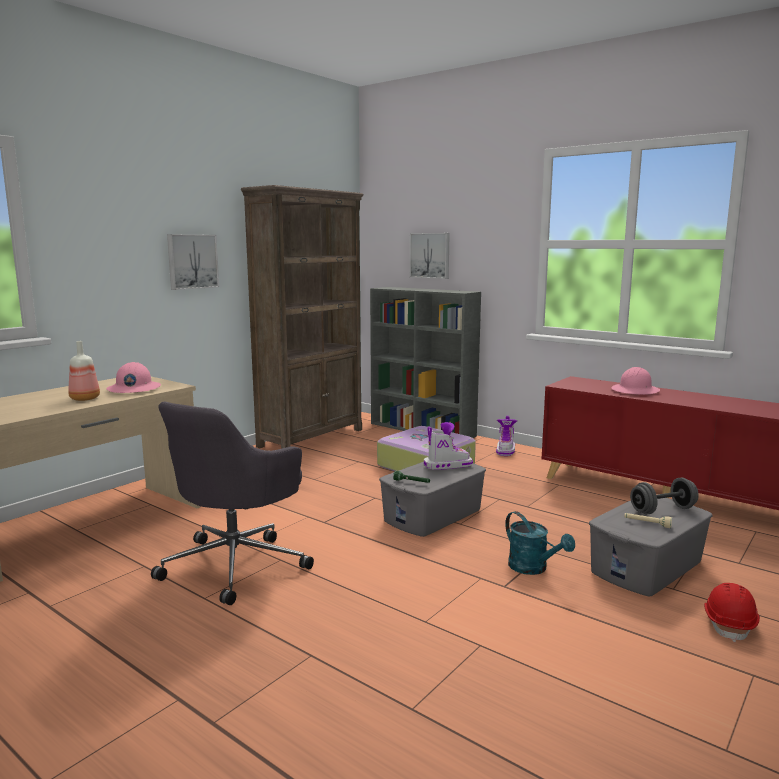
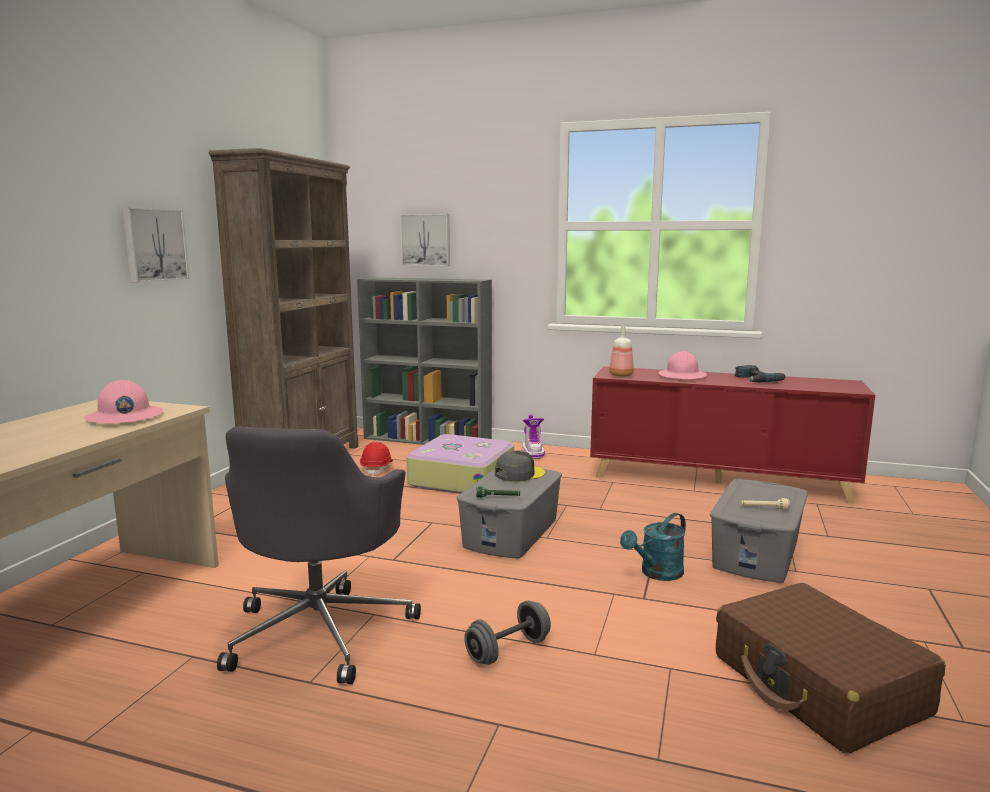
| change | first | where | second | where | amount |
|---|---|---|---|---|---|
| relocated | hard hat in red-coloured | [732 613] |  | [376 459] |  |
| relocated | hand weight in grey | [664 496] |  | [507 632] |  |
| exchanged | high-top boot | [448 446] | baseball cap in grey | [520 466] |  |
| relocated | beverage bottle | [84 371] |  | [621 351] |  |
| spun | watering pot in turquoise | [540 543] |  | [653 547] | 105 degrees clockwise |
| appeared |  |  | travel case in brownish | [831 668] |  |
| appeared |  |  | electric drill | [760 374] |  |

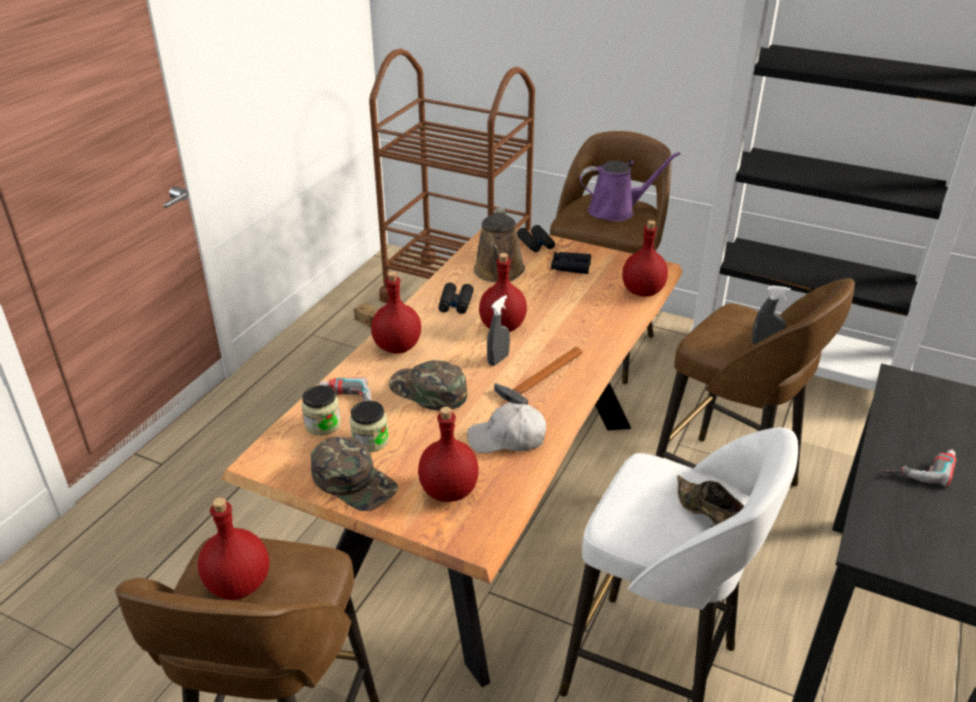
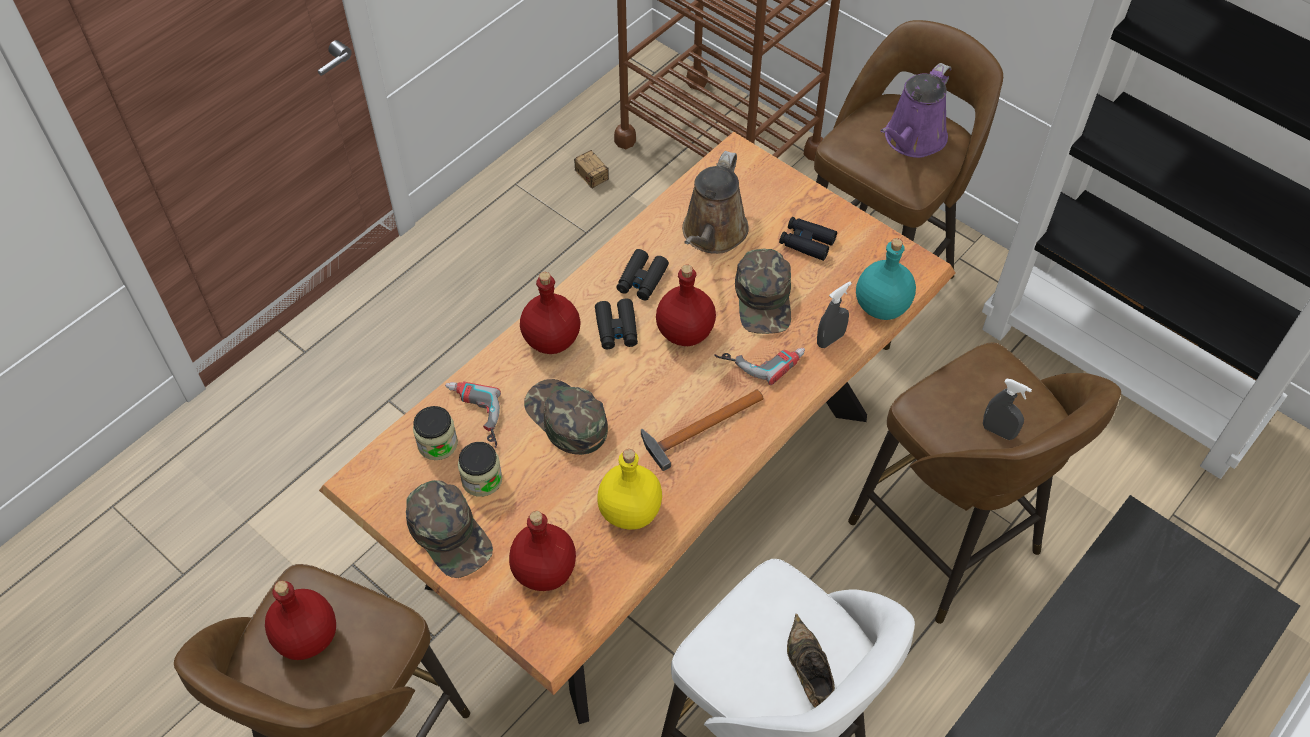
| change | first | where | second | where | amount |
|---|---|---|---|---|---|
| relocated | pair of binoculars in black-coloured | [536 238] |  | [616 324] |  |
| exchanged | baseball cap in white | [506 428] | beverage bottle in yellowish | [629 489] |  |
| relocated | electric drill | [918 468] |  | [759 366] |  |
| appeared |  |  | baseball cap in greenish | [763 291] |  |
| relocated | sprayer in grey | [498 330] |  | [834 314] |  |
| colour | beverage bottle in red-coloured | [645 258] | beverage bottle in turquoise | [886 279] |  |
| spun | watering pot in purple-coloured | [630 186] |  | [916 110] | 120 degrees clockwise |

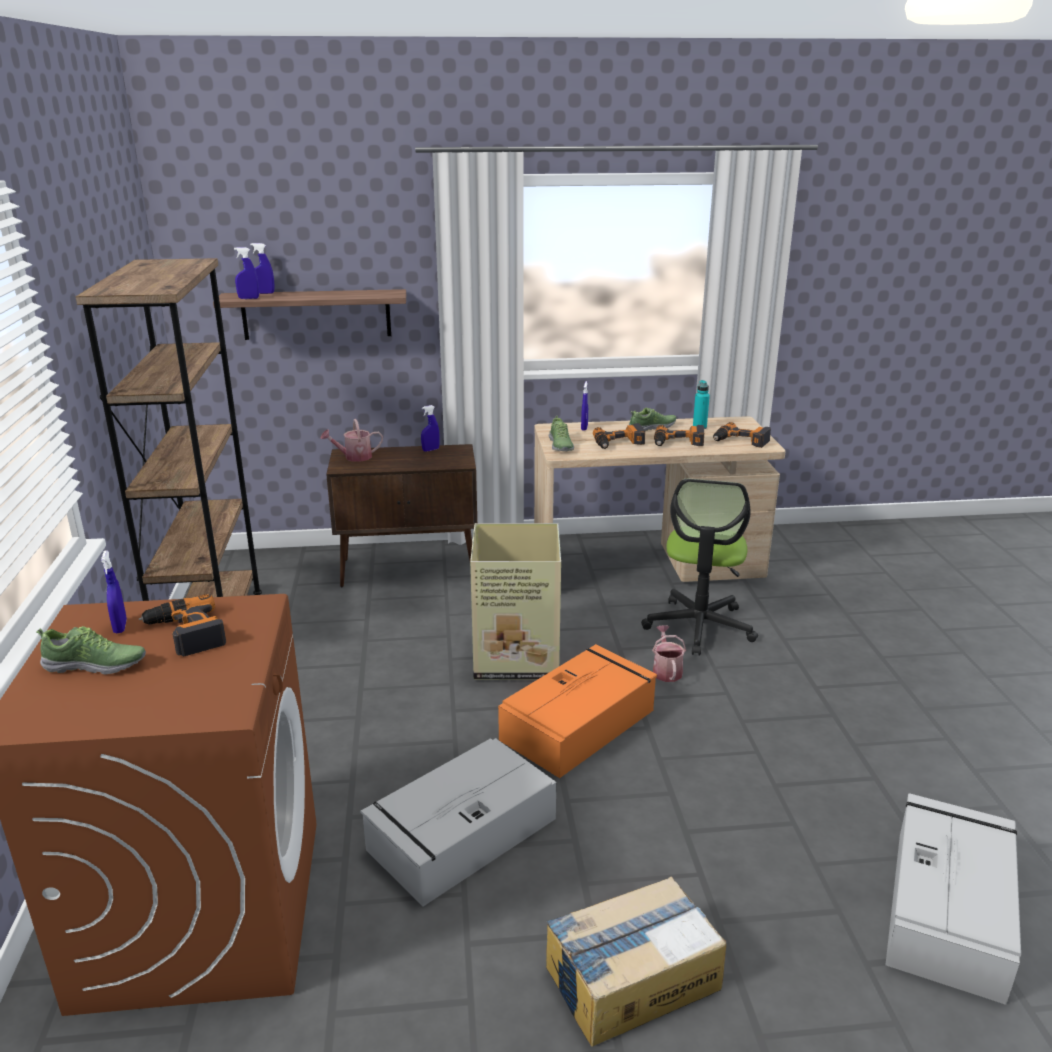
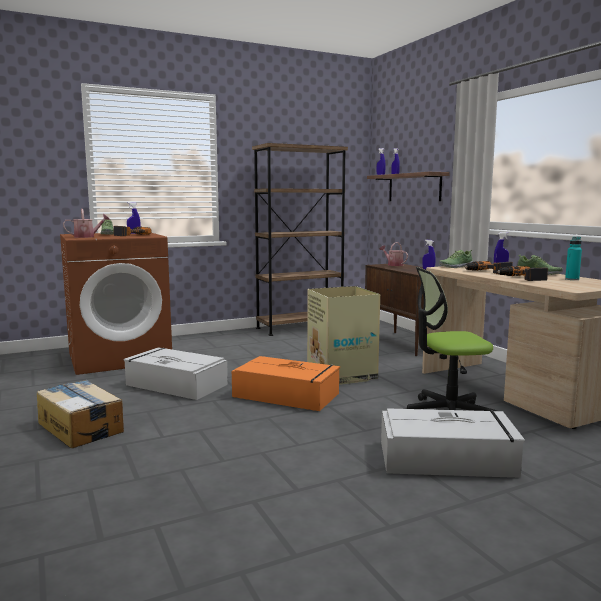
| change | first | where | second | where | amount |
|---|---|---|---|---|---|
| relocated | watering pot | [669 653] |  | [86 223] |  |
| relocated | storage bin in grey | [953 899] |  | [453 443] |  |
| missing | electric drill | [742 435] |  |  |  |

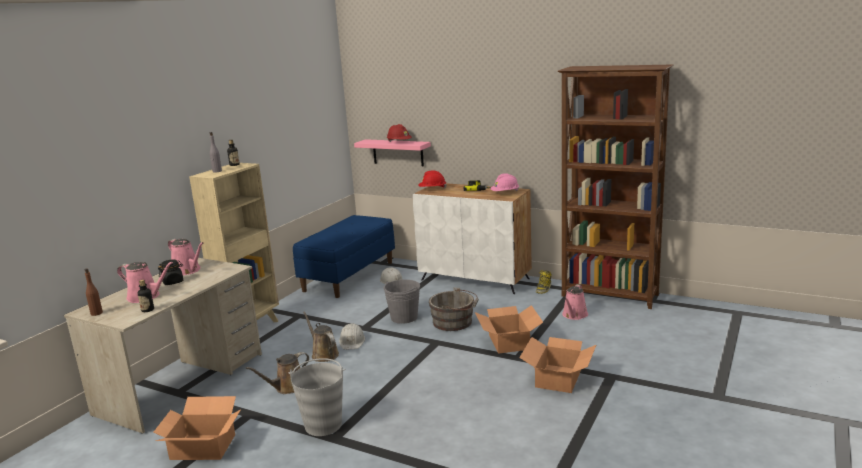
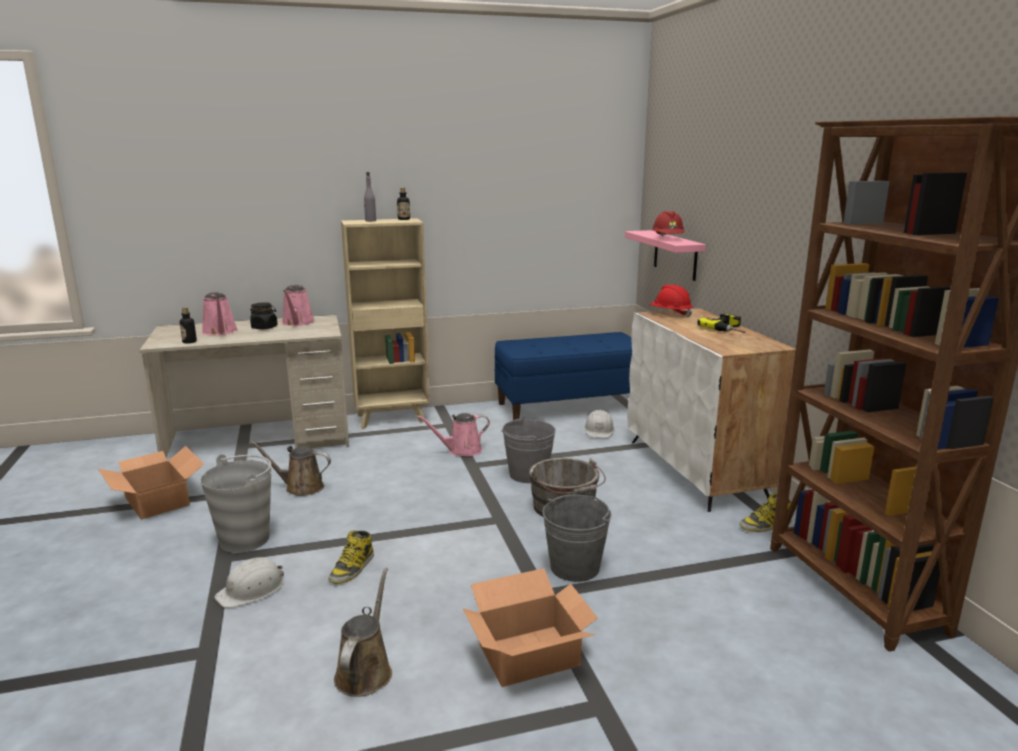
| change | first | where | second | where | amount |
|---|---|---|---|---|---|
| relocated | hard hat in white | [352 336] |  | [249 582] |  |
| appeared |  |  | high-top boot | [351 557] |  |
| relocated | watering pot in brownish | [321 336] |  | [363 632] |  |
| relocated | watering pot in pink | [575 302] |  | [453 434] |  |
| exchanged | packing box | [509 329] | water bucket in grey | [576 538] |  |
| missing | beverage bottle in brownish | [94 292] |  |  |  |
| missing | hard hat in pink | [504 182] |  |  |  |

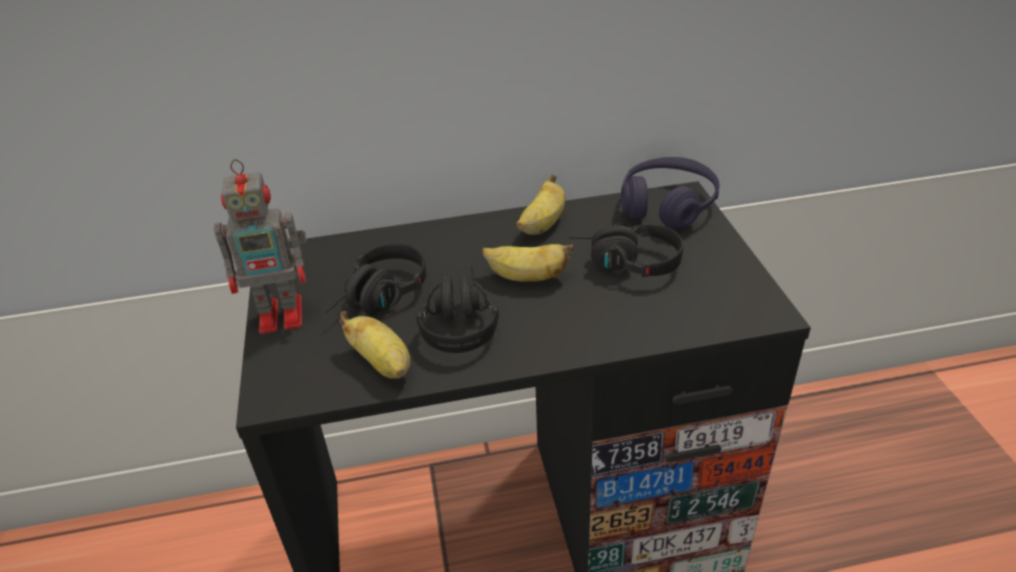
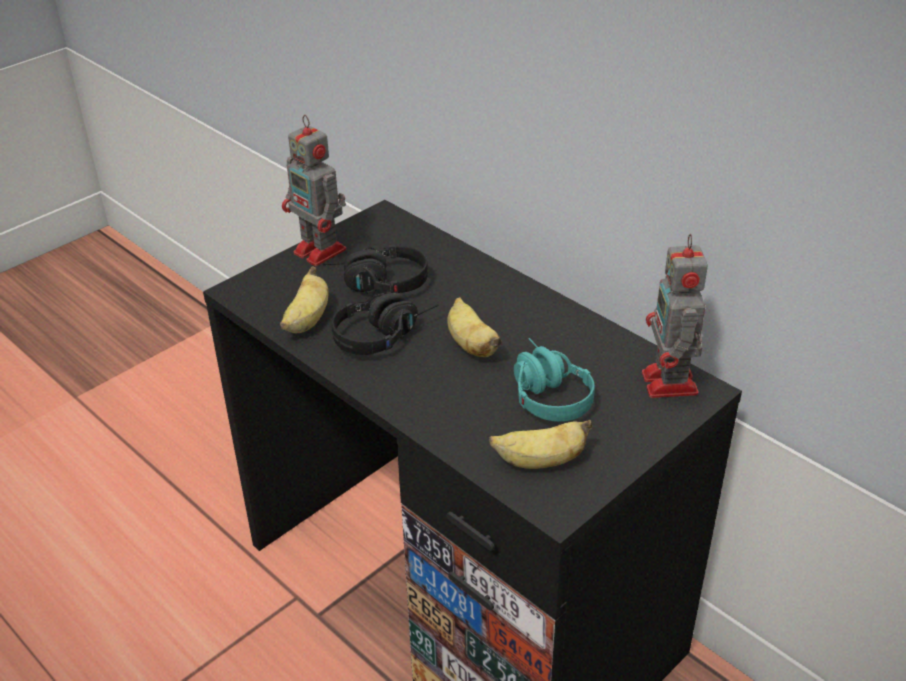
| change | first | where | second | where | amount |
|---|---|---|---|---|---|
| relocated | banana fruit | [540 204] |  | [540 444] |  |
| colour | headphones in black-coloured | [626 250] | headphones in turquoise | [554 380] |  |
| exchanged | headphones in purple-coloured | [670 193] | toy robot | [675 316] |  |

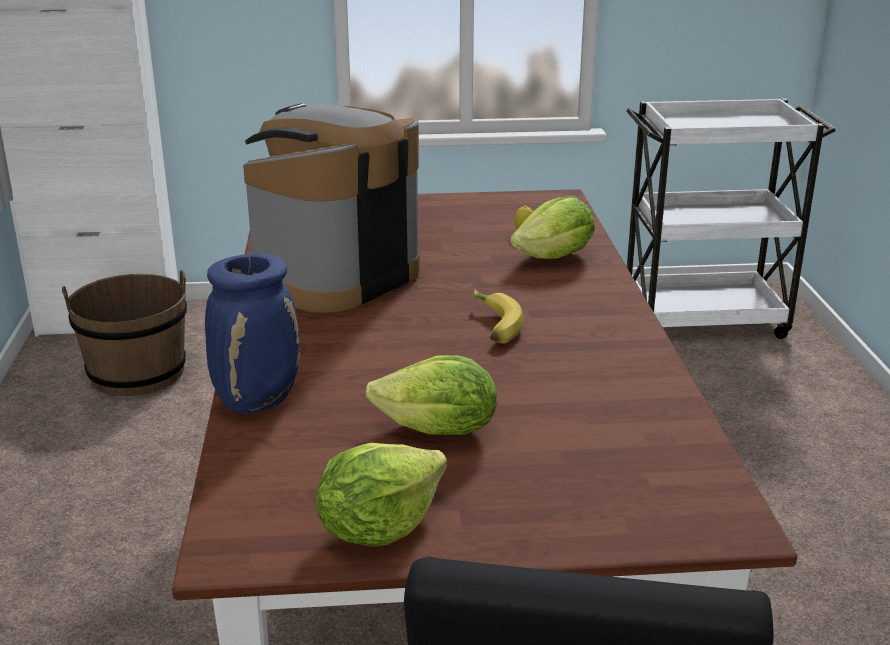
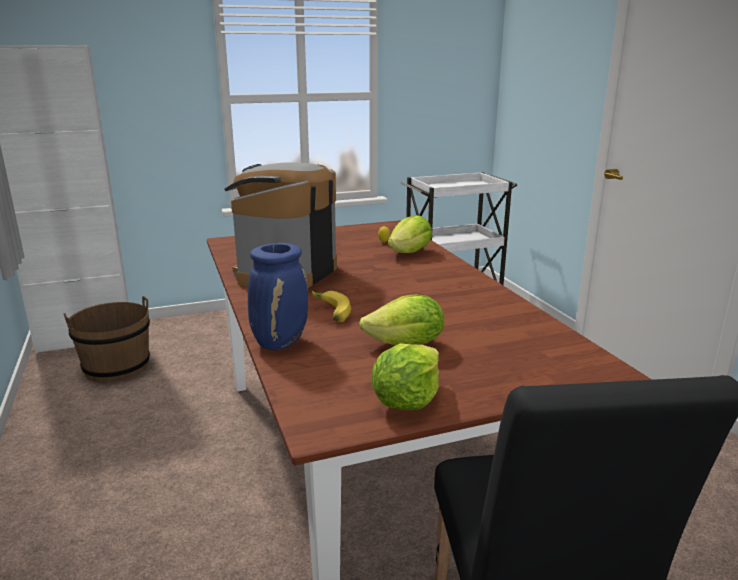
| change | first | where | second | where | amount |
|---|---|---|---|---|---|
| relocated | banana fruit | [499 316] |  | [331 306] |  |

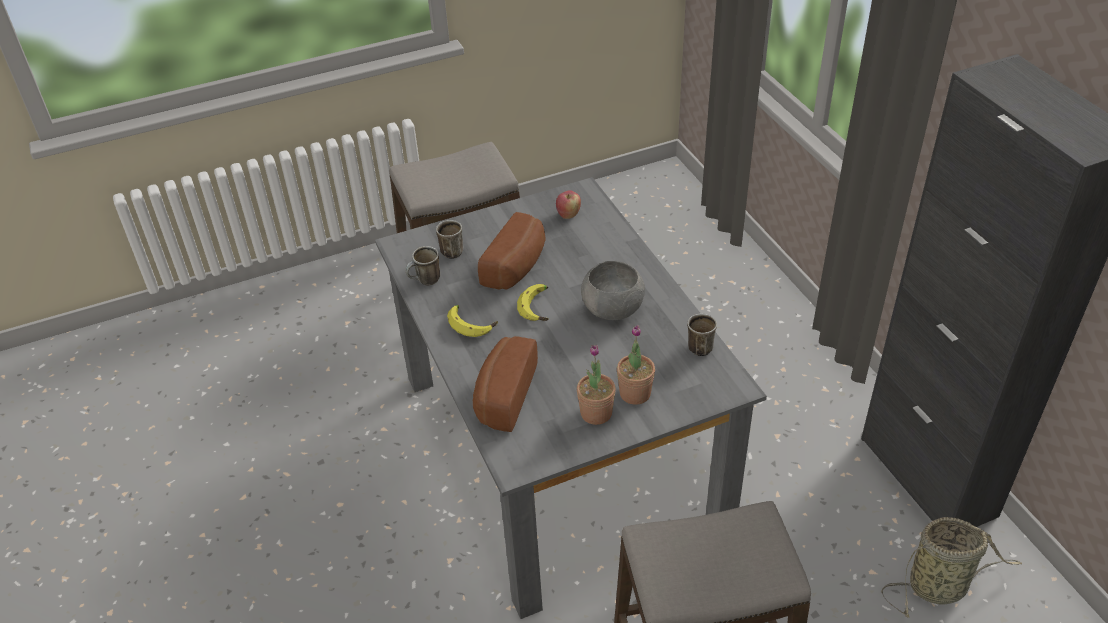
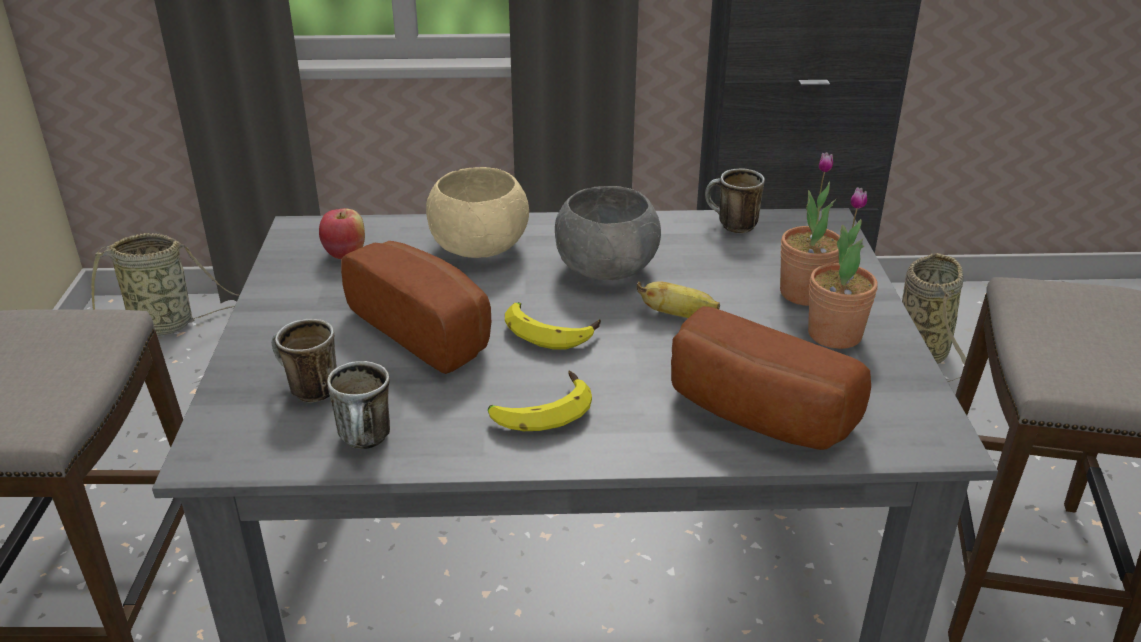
| change | first | where | second | where | amount |
|---|---|---|---|---|---|
| appeared |  |  | household basket | [165 284] |  |
| appeared |  |  | serving bowl in sand-coloured | [477 212] |  |
| appeared |  |  | banana fruit | [678 299] |  |

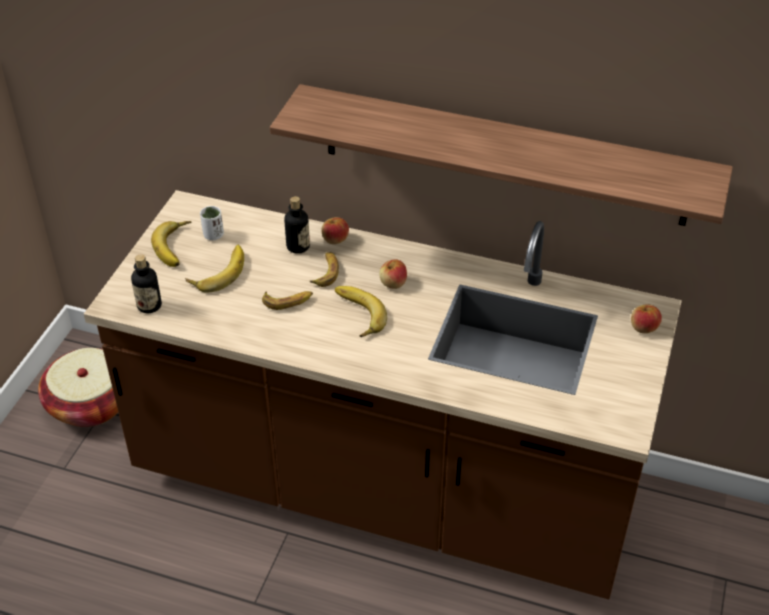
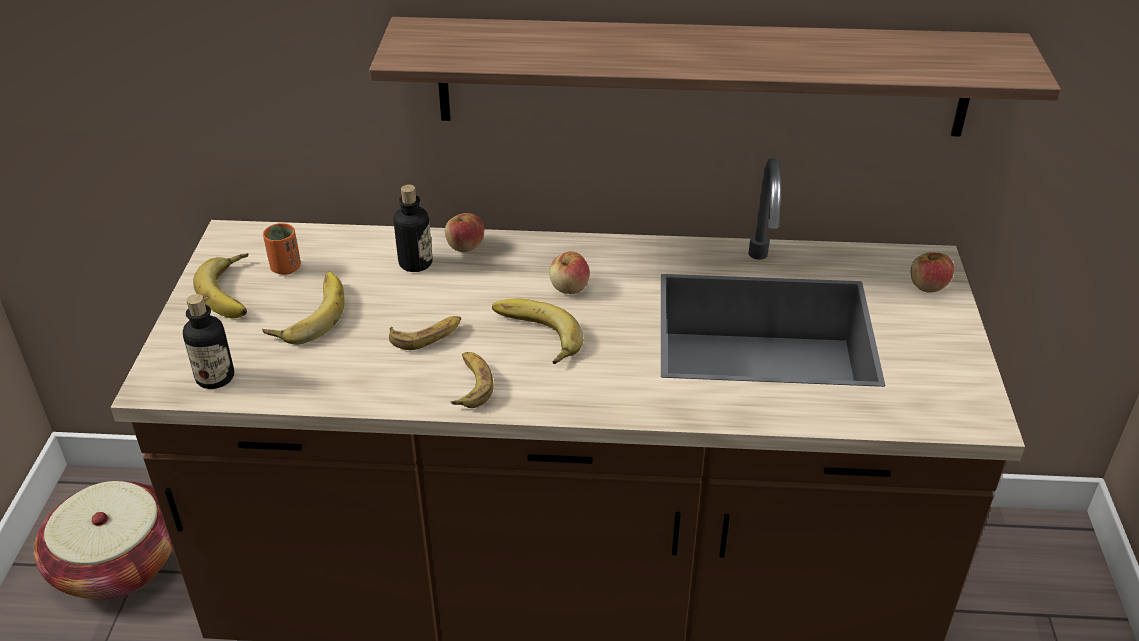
| change | first | where | second | where | amount |
|---|---|---|---|---|---|
| colour | drinking cup in white | [212 223] | drinking cup in orange-coloured | [282 249] |  |
| relocated | banana fruit | [324 269] |  | [472 380] |  |

